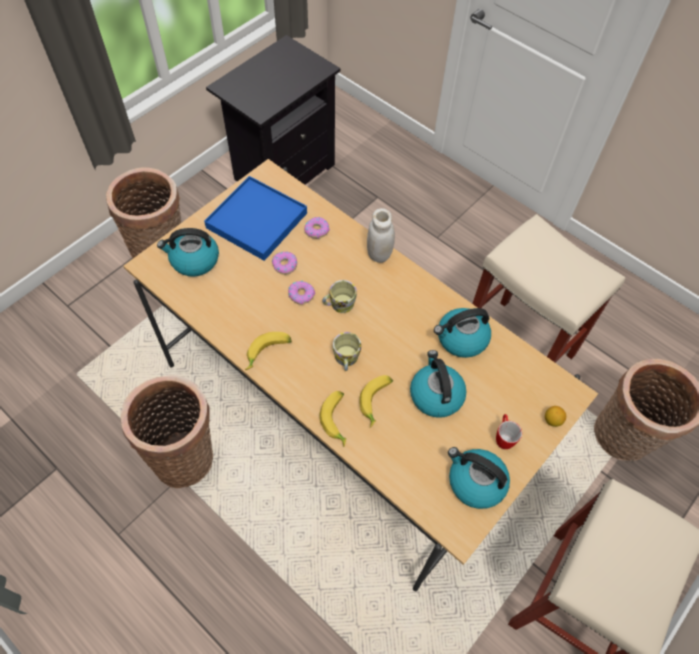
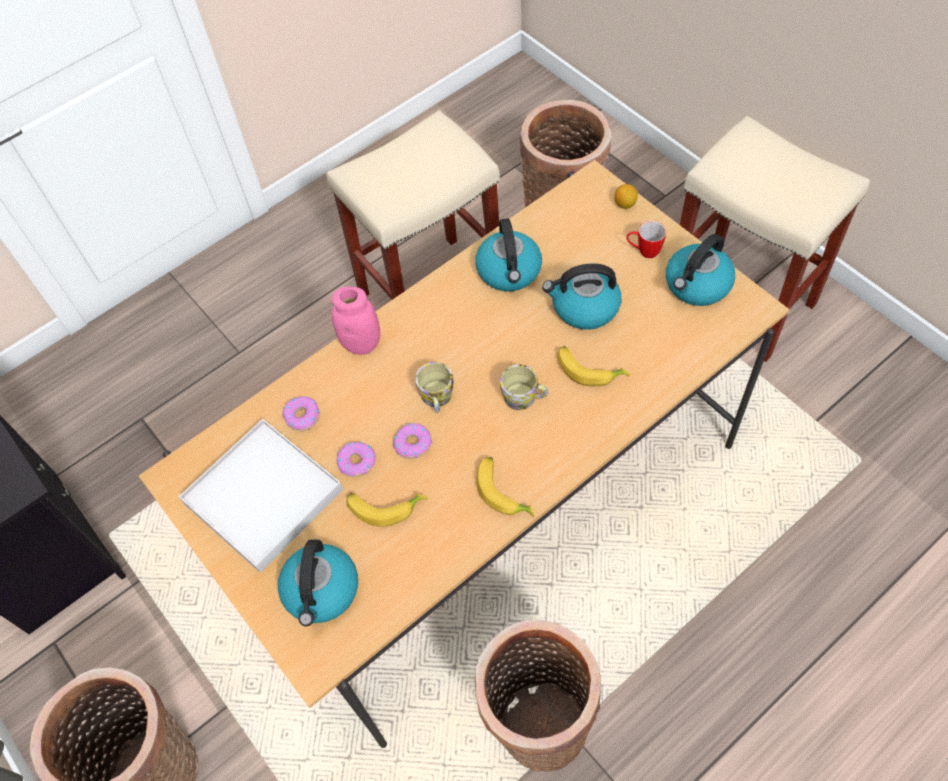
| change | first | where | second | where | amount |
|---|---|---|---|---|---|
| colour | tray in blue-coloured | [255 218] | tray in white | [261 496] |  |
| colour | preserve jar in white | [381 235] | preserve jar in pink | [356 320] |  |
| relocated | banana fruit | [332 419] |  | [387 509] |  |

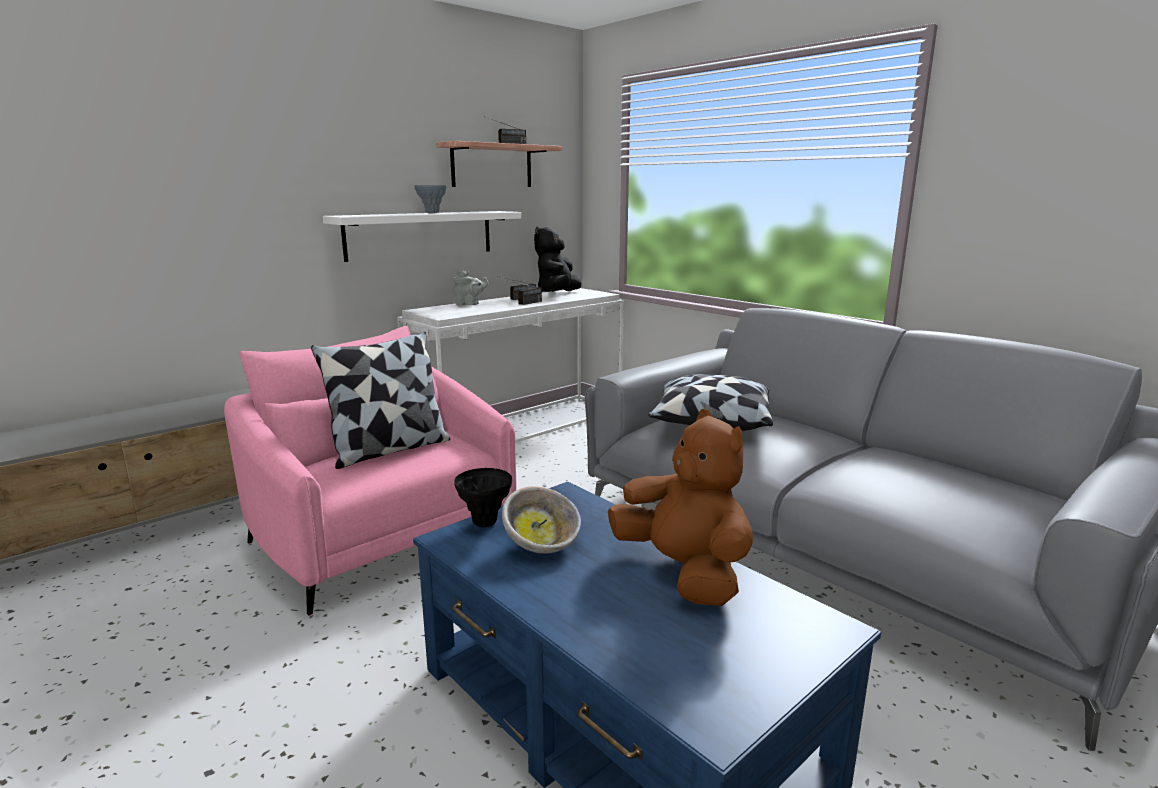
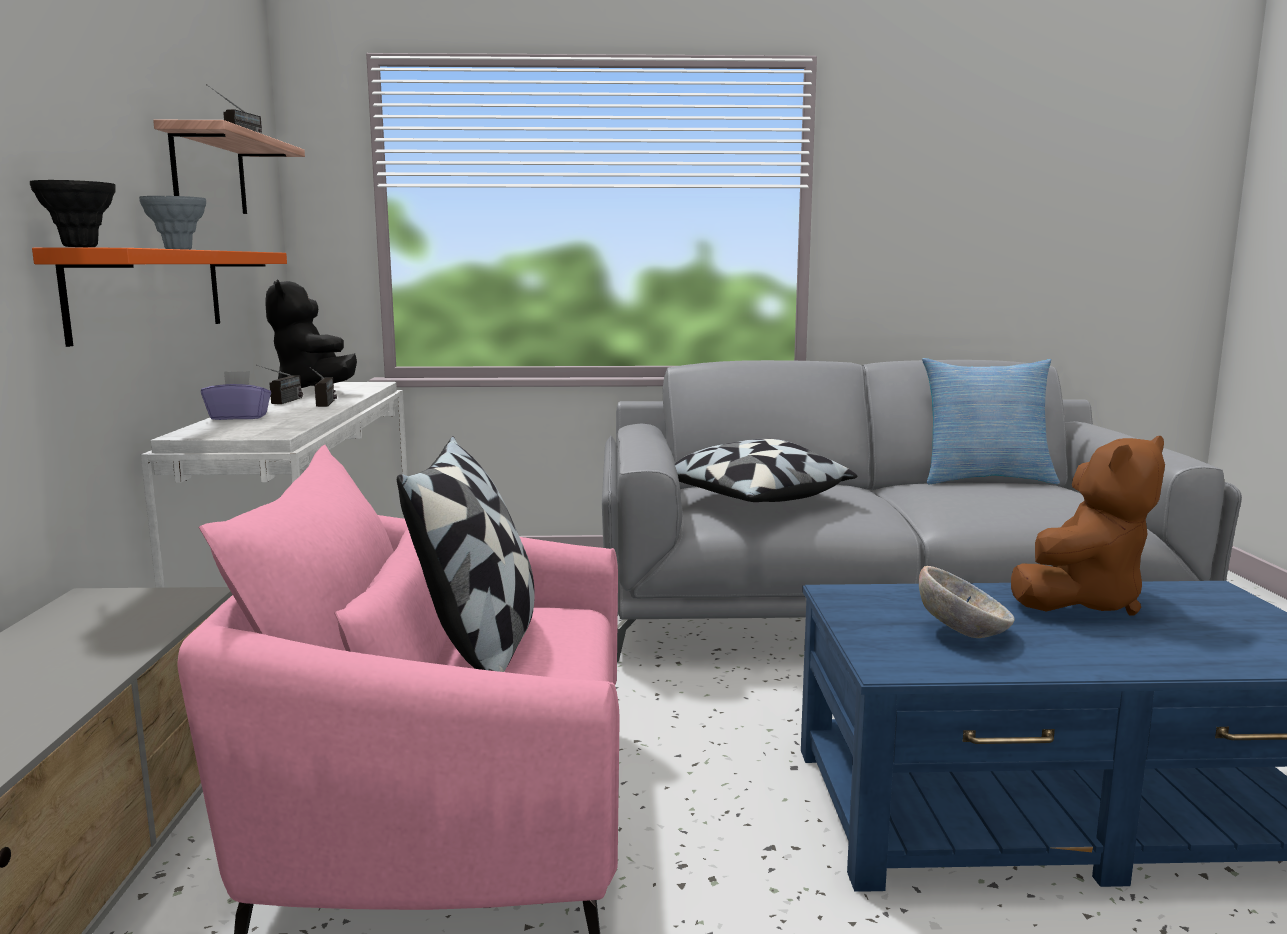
| change | first | where | second | where | amount |
|---|---|---|---|---|---|
| relocated | flower vase in black-coloured | [483 497] |  | [73 213] |  |
| colour | bracket shelf in white | [422 236] | bracket shelf in orange-coloured | [159 297] |  |
| exchanged | pot for tea in grey | [470 288] | tissue box in purple-coloured | [236 395] |  |
| appeared |  |  | cushion | [991 421] |  |
| spun | cuddly toy in brownish | [680 507] |  | [1088 526] | 135 degrees clockwise |

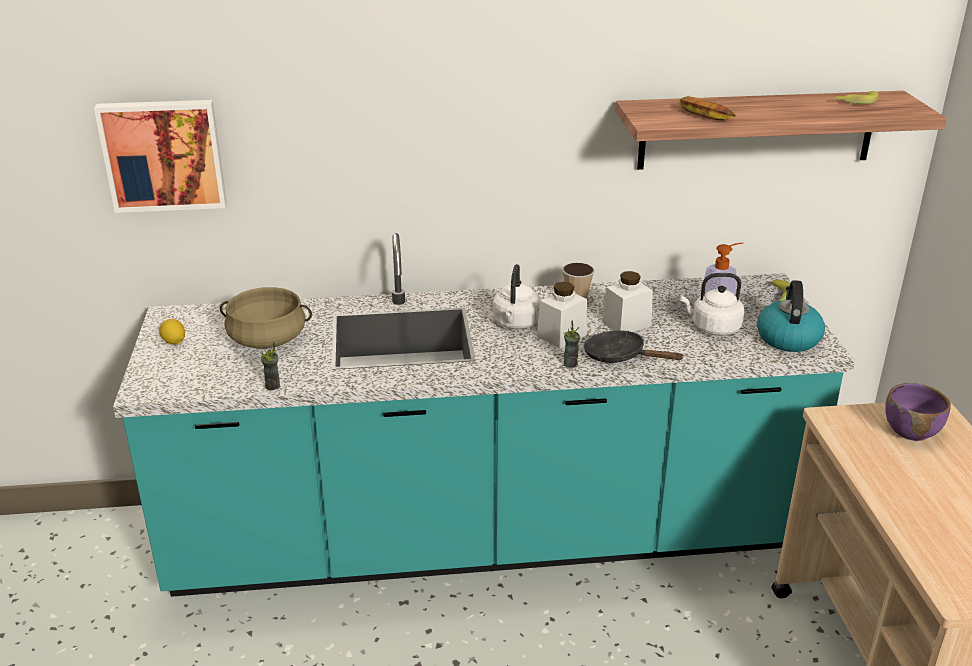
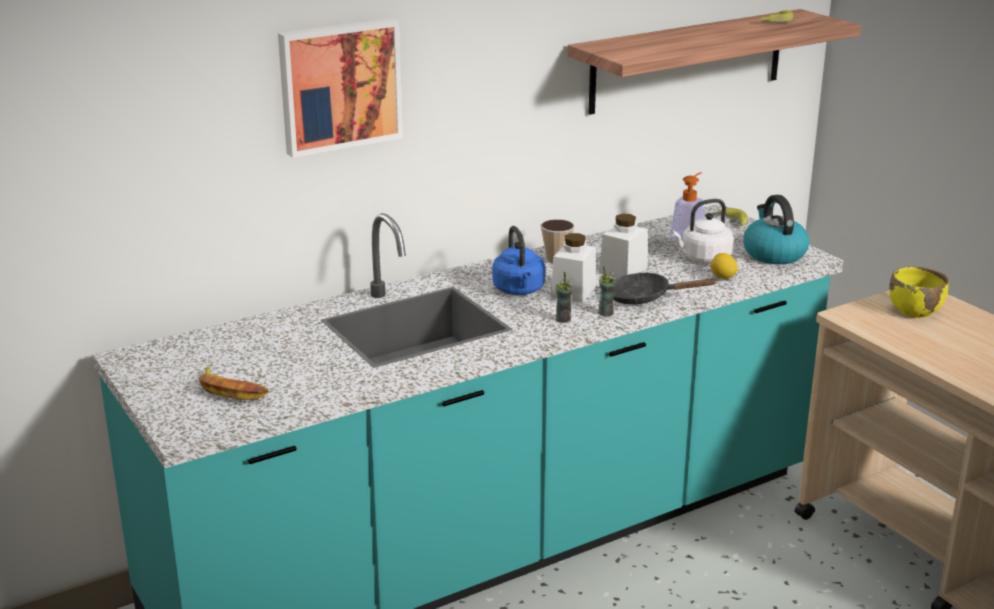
| change | first | where | second | where | amount |
|---|---|---|---|---|---|
| relocated | banana fruit | [708 108] |  | [233 383] |  |
| relocated | picture | [160 156] |  | [340 88] |  |
| colour | kettle in white | [517 296] | kettle in blue-coloured | [518 260] |  |
| relocated | drinking cup | [270 366] |  | [564 297] |  |
| relocated | lemon | [172 332] |  | [724 266] |  |
| colour | serving bowl in purple-coloured | [918 412] | serving bowl in yellowish | [919 292] |  |
| missing | stockpot in sand-coloured | [266 318] |  |  |  |

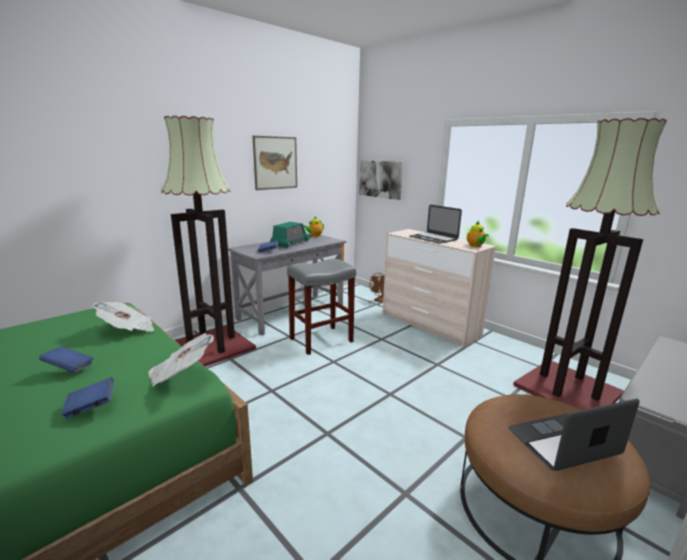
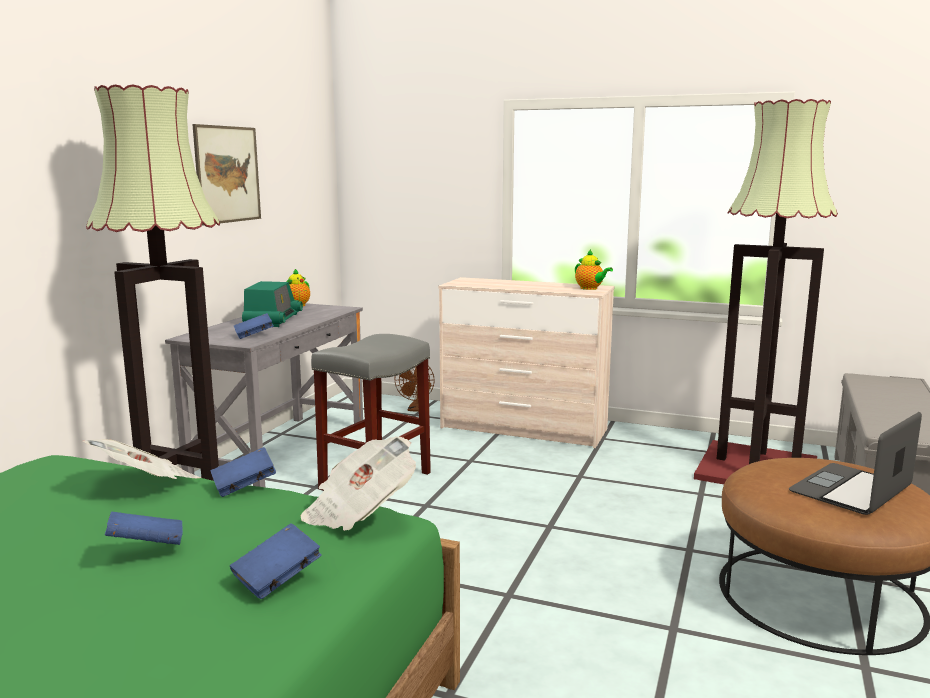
| change | first | where | second | where | amount |
|---|---|---|---|---|---|
| appeared |  |  | book in blue-coloured | [243 472] |  |
| missing | picture | [381 180] |  |  |  |
| missing | notebook computer | [435 224] |  |  |  |

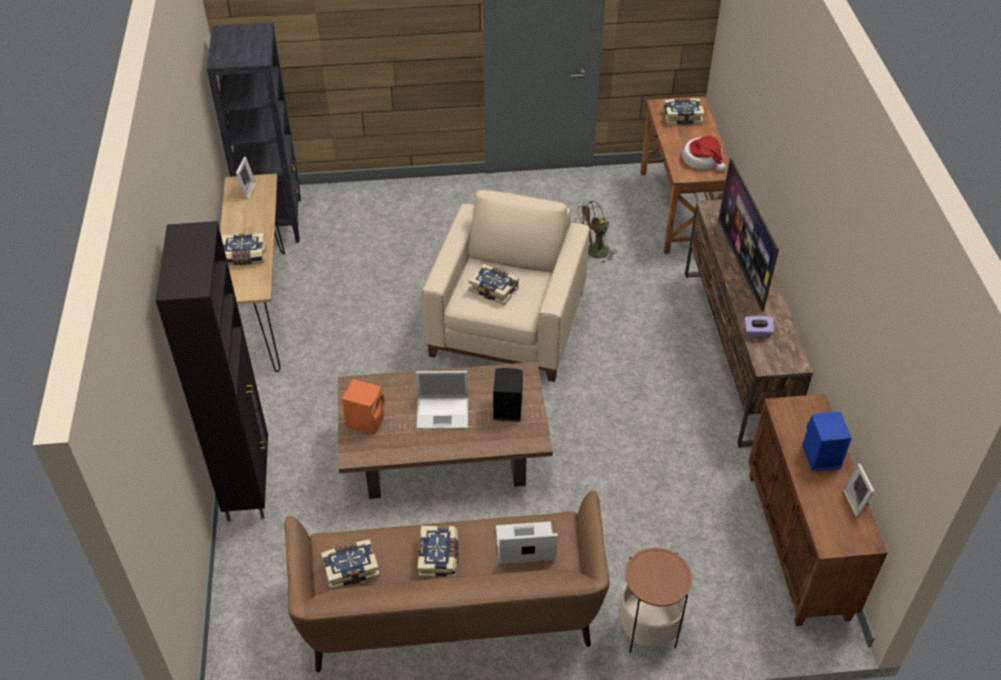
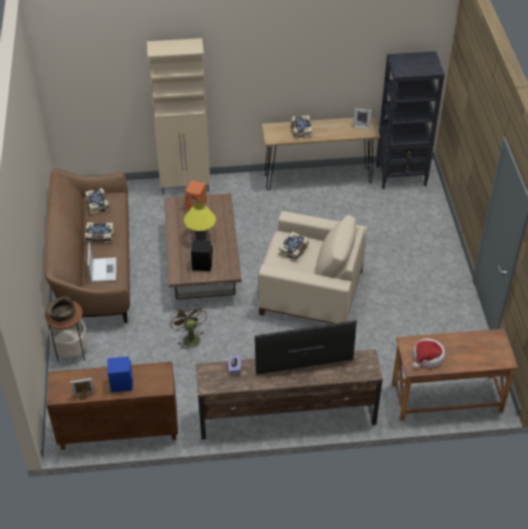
| change | first | where | second | where | amount |
|---|---|---|---|---|---|
| appeared |  |  | serving bowl in brownish | [60 309] |  |
| colour | cabinet in black-coloured | [212 371] | cabinet in sand-coloured | [178 116] |  |
| relocated | electric fan in brownish | [596 232] |  | [188 328] |  |
| exchanged | notebook computer | [442 400] | table lamp in yellowish | [200 221] |  |
| missing | book | [684 111] |  |  |  |

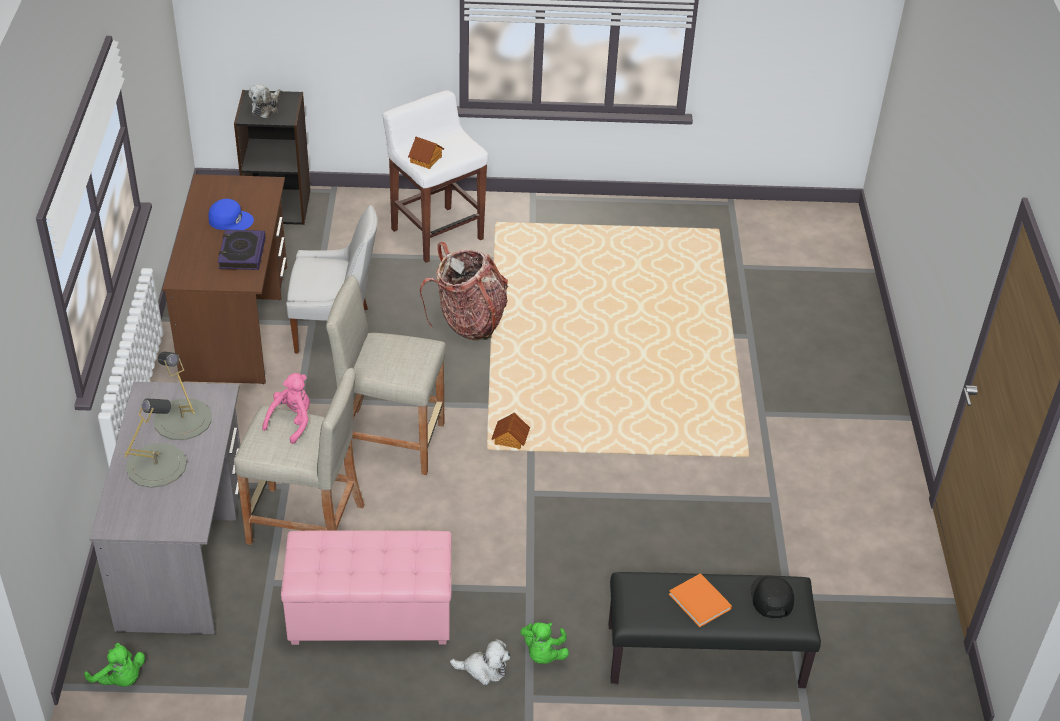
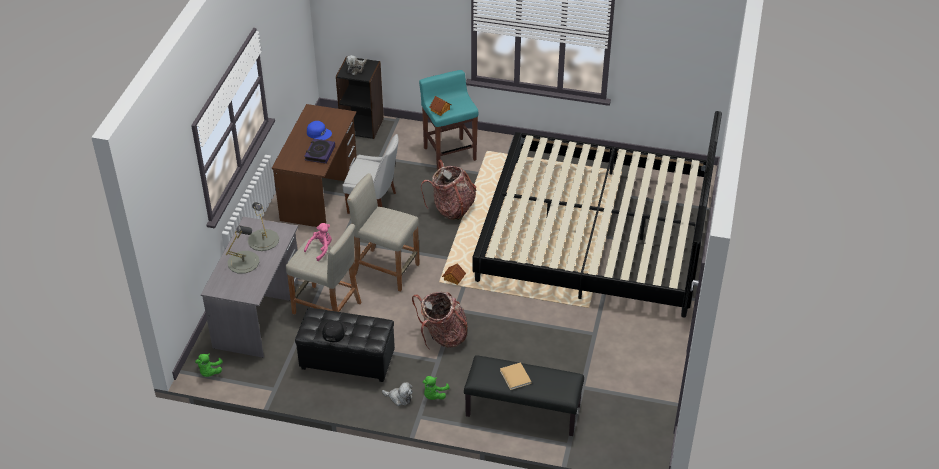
| change | first | where | second | where | amount |
|---|---|---|---|---|---|
| spun | cuddly toy in greenish | [114 665] |  | [209 365] | 45 degrees clockwise |
| colour | ottoman in pink | [366 587] | ottoman in black-coloured | [345 345] |  |
| relocated | baseball cap in black-coloured | [773 596] |  | [334 331] |  |
| appeared |  |  | knapsack | [440 321] |  |
| colour | stool seat in white | [435 176] | stool seat in turquoise | [448 120] |  |
| appeared |  |  | sleeping bed | [597 214] |  |
| colour | book in orange-coloured | [700 600] | book in sand-coloured | [515 376] |  |

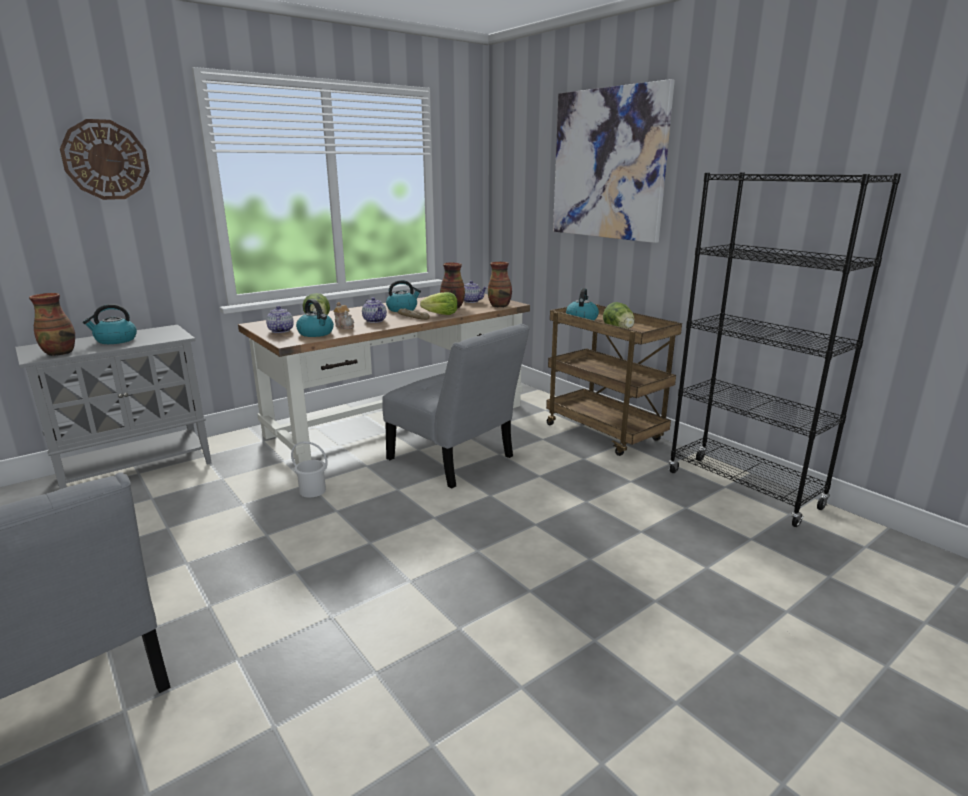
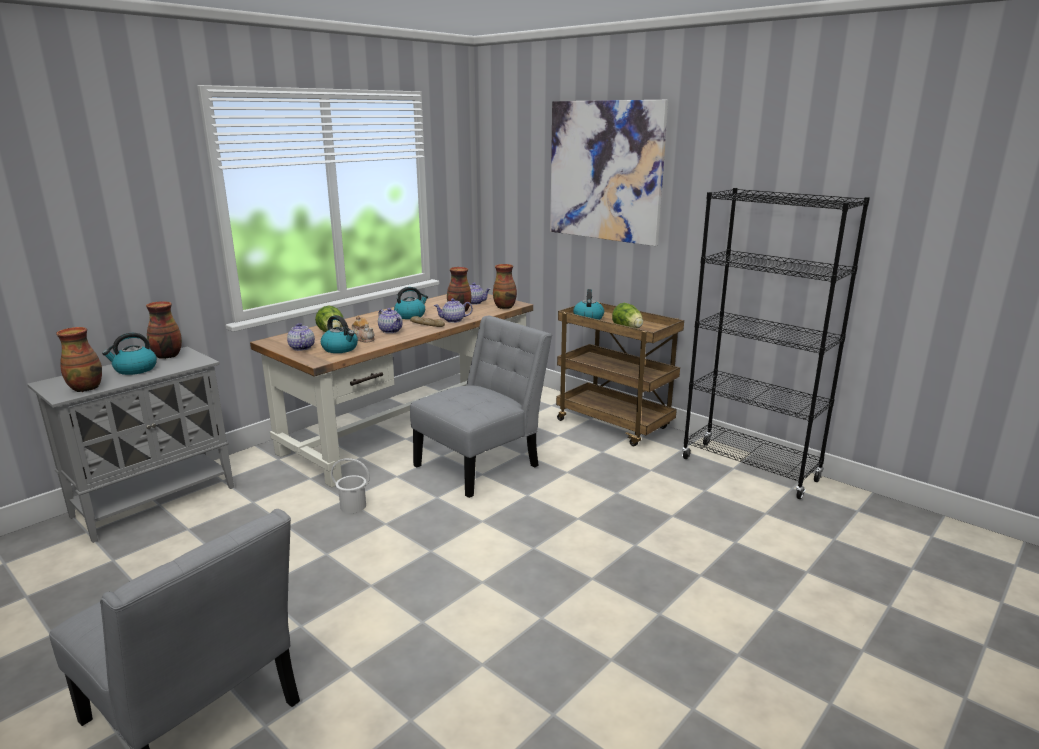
| change | first | where | second | where | amount |
|---|---|---|---|---|---|
| appeared |  |  | flower vase | [164 330] |  |
| spun | plain chair in grey | [456 406] |  | [481 407] | 75 degrees counterclockwise |
| exchanged | head of lettuce | [439 303] | pot for tea | [453 310] |  |
| missing | wall clock | [105 159] |  |  |  |

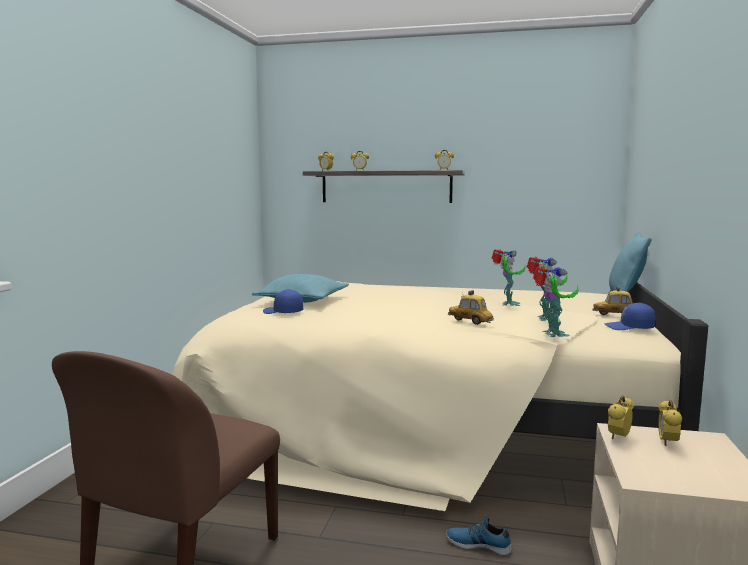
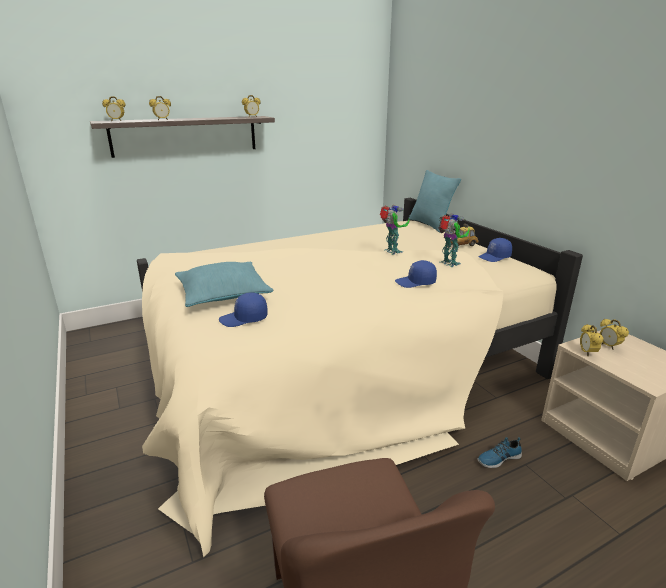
| change | first | where | second | where | amount |
|---|---|---|---|---|---|
| exchanged | miniature car | [471 307] | baseball cap in blue-coloured | [416 274] |  |
| missing | toy robot | [556 301] |  |  |  |

